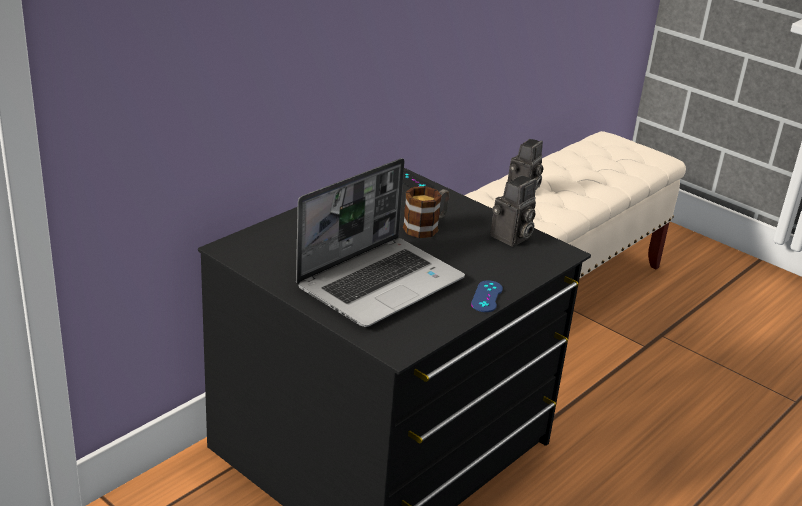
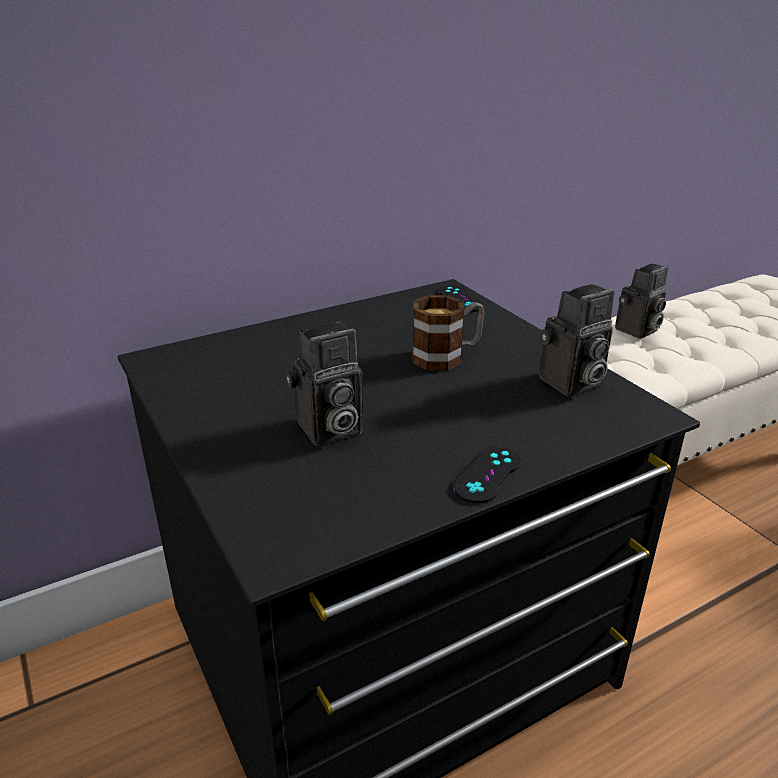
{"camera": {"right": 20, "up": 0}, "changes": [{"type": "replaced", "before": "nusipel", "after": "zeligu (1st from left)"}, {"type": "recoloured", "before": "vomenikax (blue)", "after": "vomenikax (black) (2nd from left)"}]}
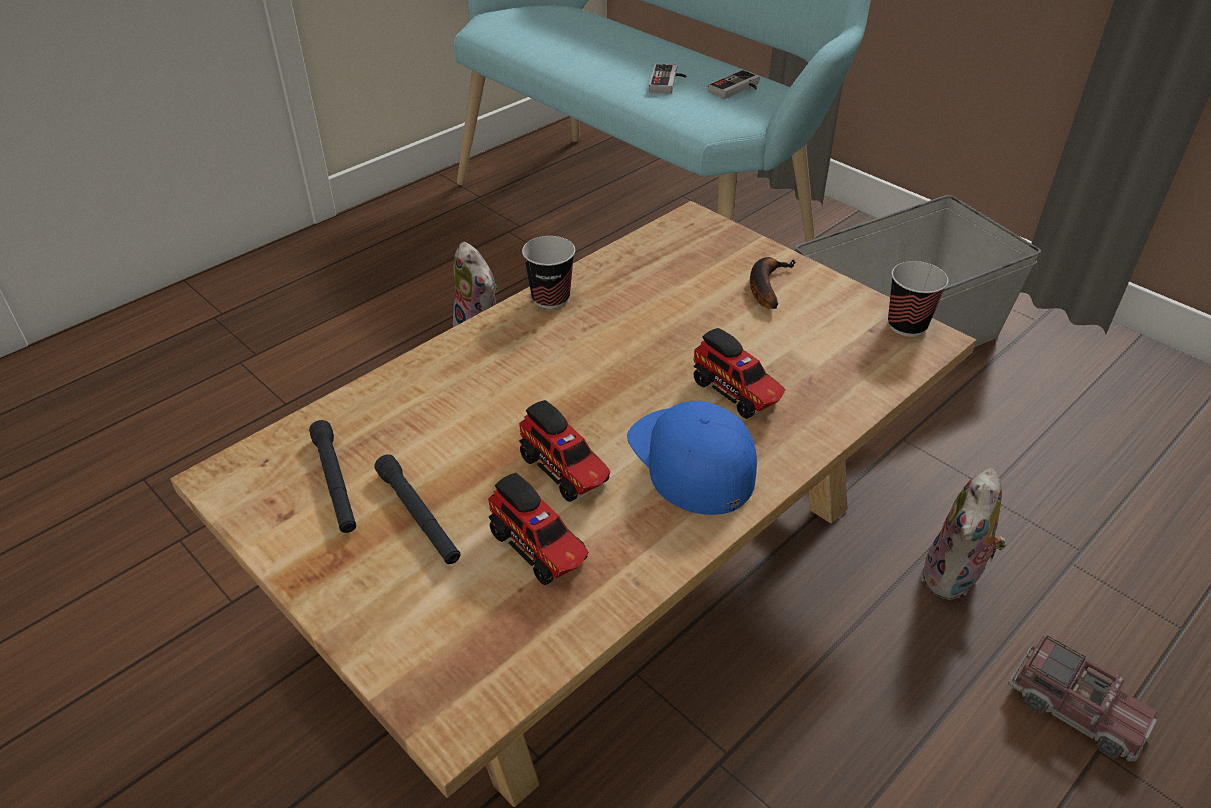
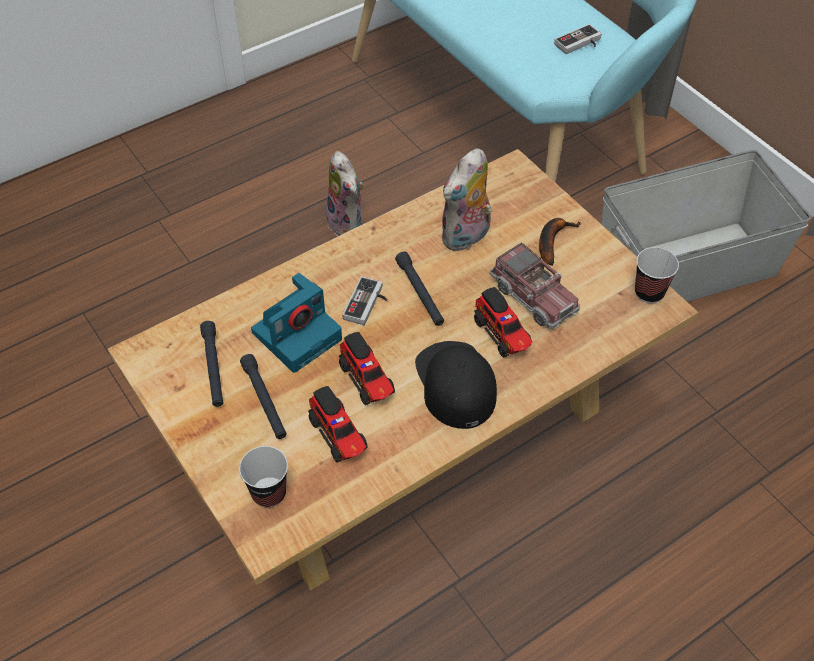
{"camera": {"right": 10, "up": 10}, "changes": [{"type": "moved", "before": "vomenikax (1st from left)"}, {"type": "moved", "before": "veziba (1st from left)"}, {"type": "recoloured", "before": "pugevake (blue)", "after": "pugevake (black)"}, {"type": "moved", "before": "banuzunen (2nd from left)"}, {"type": "moved", "before": "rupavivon (4th from left)"}, {"type": "added", "after": "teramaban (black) (3rd from left)"}, {"type": "added", "after": "zeligu"}]}
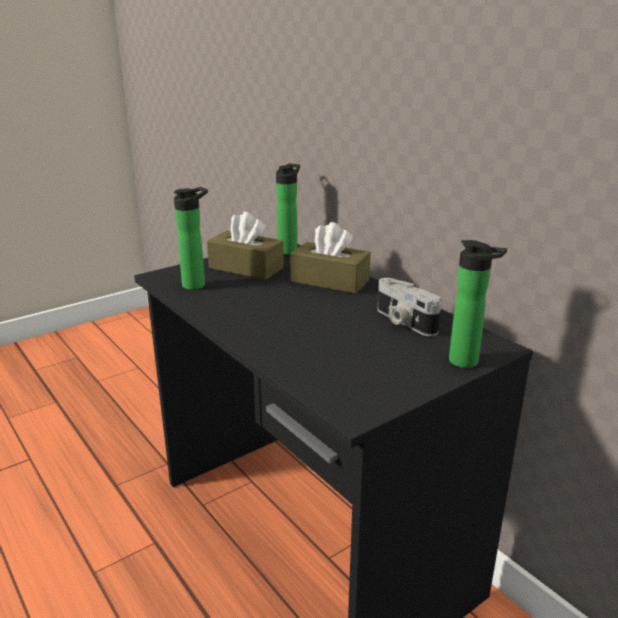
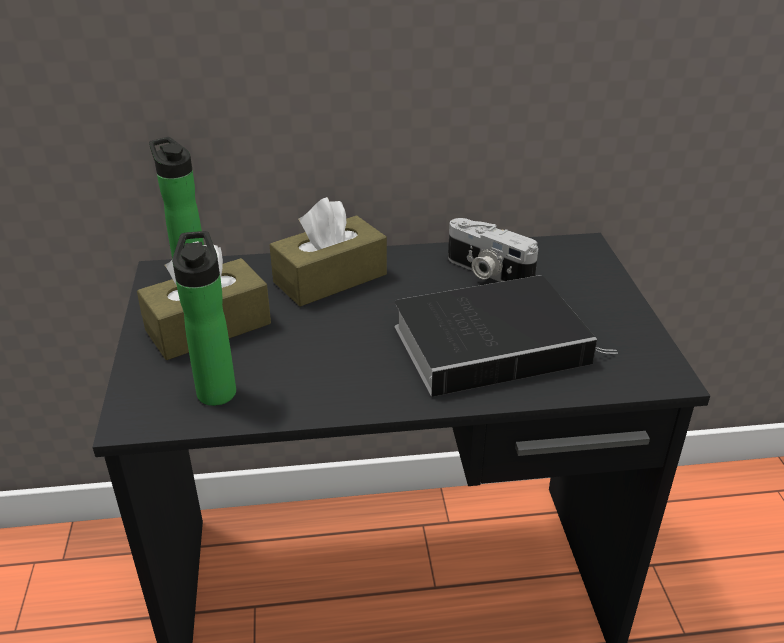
{"camera": {"right": -60, "up": 10}, "changes": [{"type": "removed", "before": "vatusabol (3rd from left)"}, {"type": "turned", "before": "zeligu", "turn": 45}, {"type": "added", "after": "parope"}]}
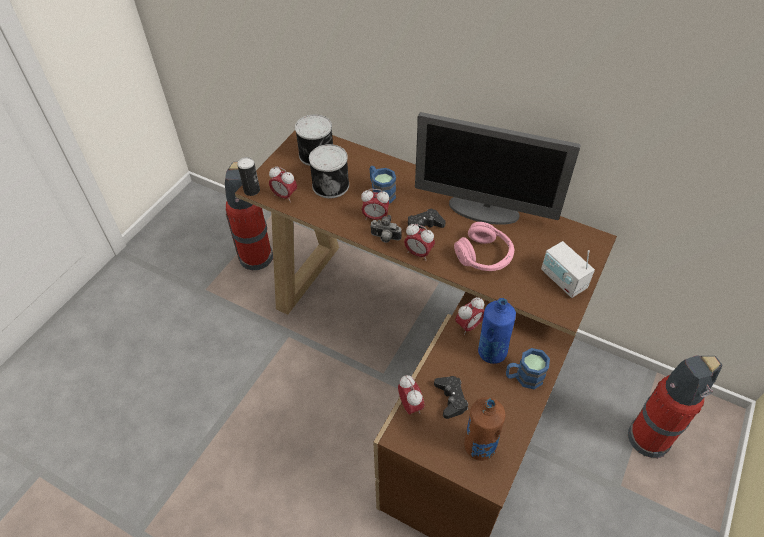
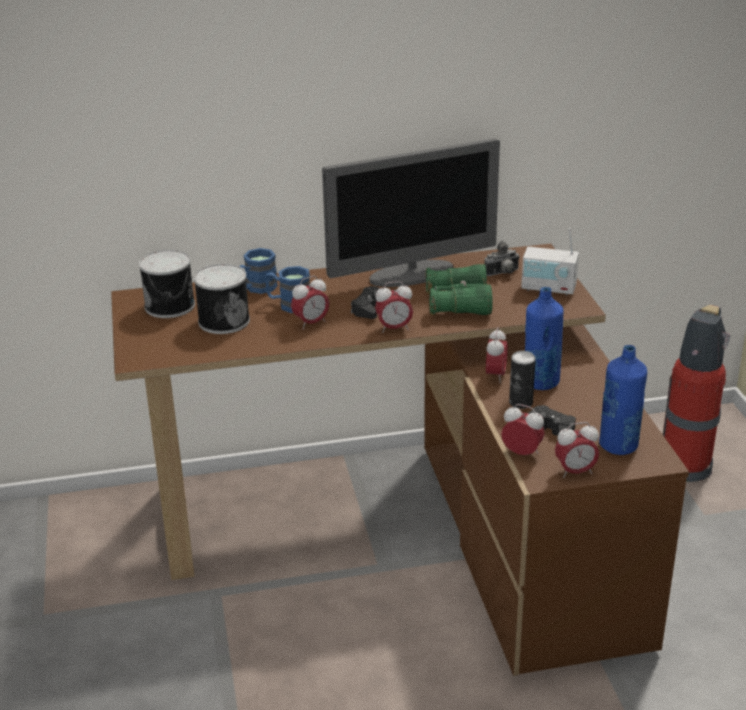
{"camera": {"right": -40, "up": -20}, "changes": [{"type": "moved", "before": "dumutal (1st from left in the first image)", "after": "dumutal (3rd from left)"}, {"type": "removed", "before": "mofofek (1st from left)"}, {"type": "moved", "before": "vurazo (1st from left in the first image)", "after": "vurazo (5th from left)"}, {"type": "moved", "before": "zeligu"}, {"type": "replaced", "before": "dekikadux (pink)", "after": "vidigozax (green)"}, {"type": "moved", "before": "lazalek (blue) (2nd from left in the first image)", "after": "lazalek (blue) (1st from left)"}, {"type": "recoloured", "before": "vatusabol (brown)", "after": "vatusabol (blue) (2nd from left)"}]}
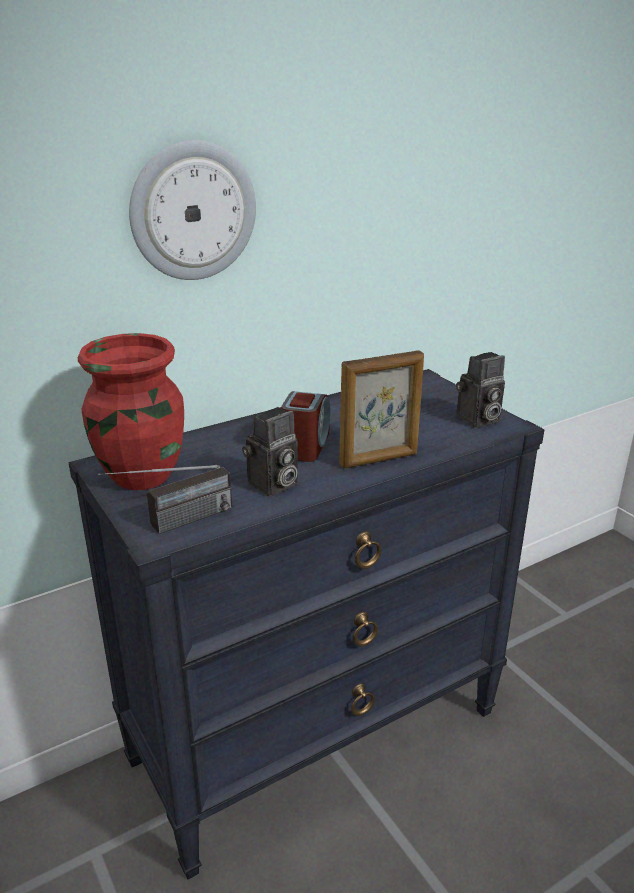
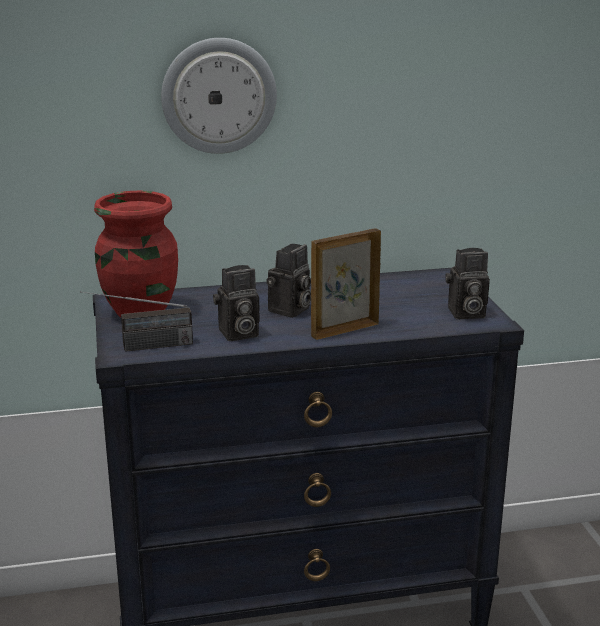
{"camera": {"right": 20, "up": -5}, "changes": [{"type": "turned", "before": "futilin", "turn": 150}, {"type": "replaced", "before": "vurazo", "after": "zeligu (2nd from left)"}]}
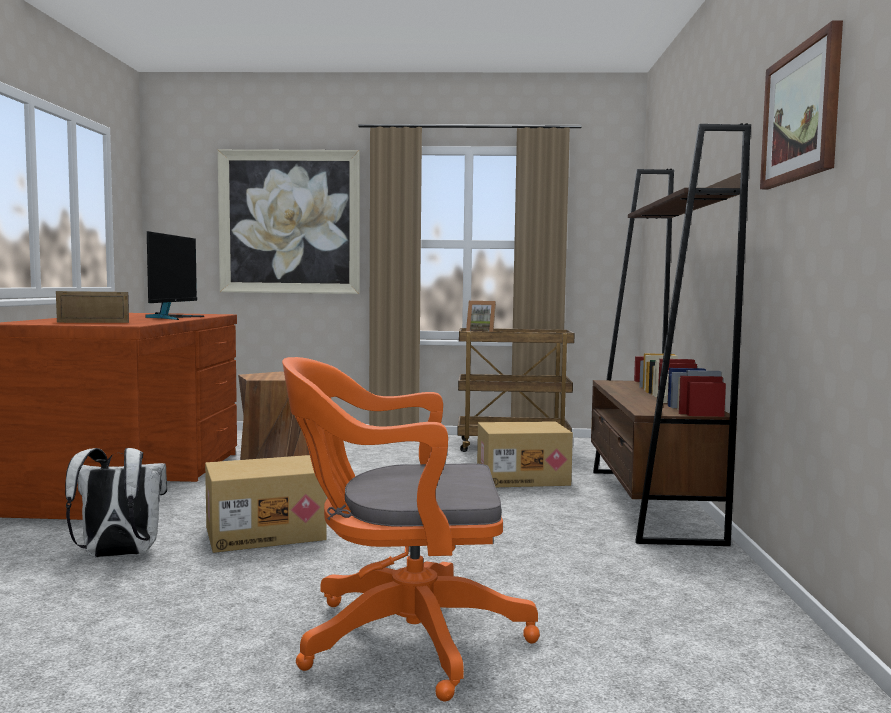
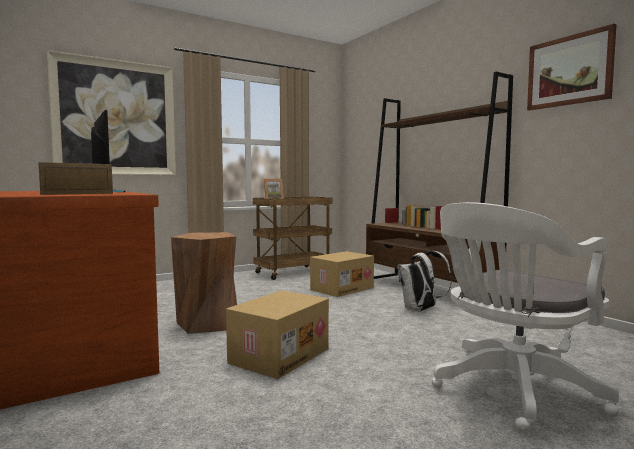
{"camera": {"right": -35, "up": 0}, "changes": [{"type": "recoloured", "before": "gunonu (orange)", "after": "gunonu (white)"}, {"type": "moved", "before": "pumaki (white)"}]}
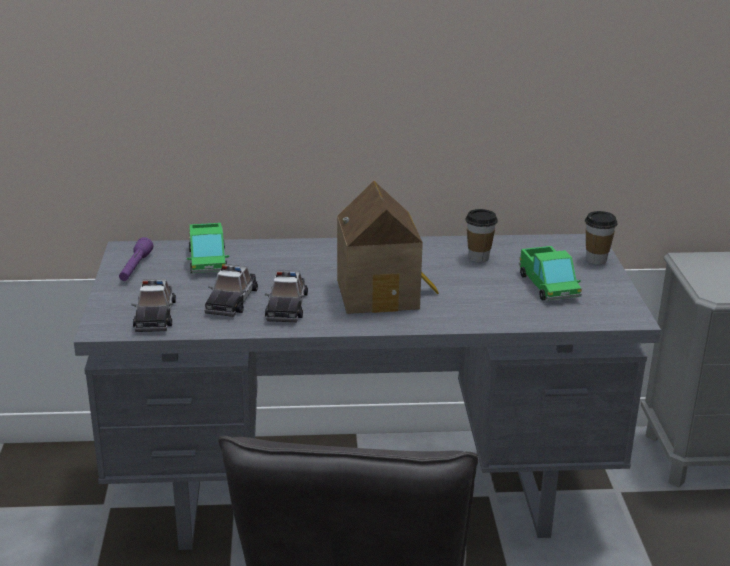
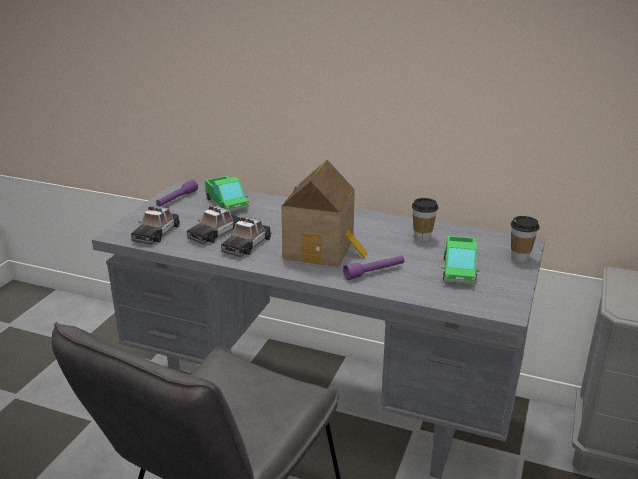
{"camera": {"right": 25, "up": 0}, "changes": [{"type": "turned", "before": "rupavivon (1st from left)", "turn": -45}, {"type": "added", "after": "teramaban (purple) (2nd from left)"}]}
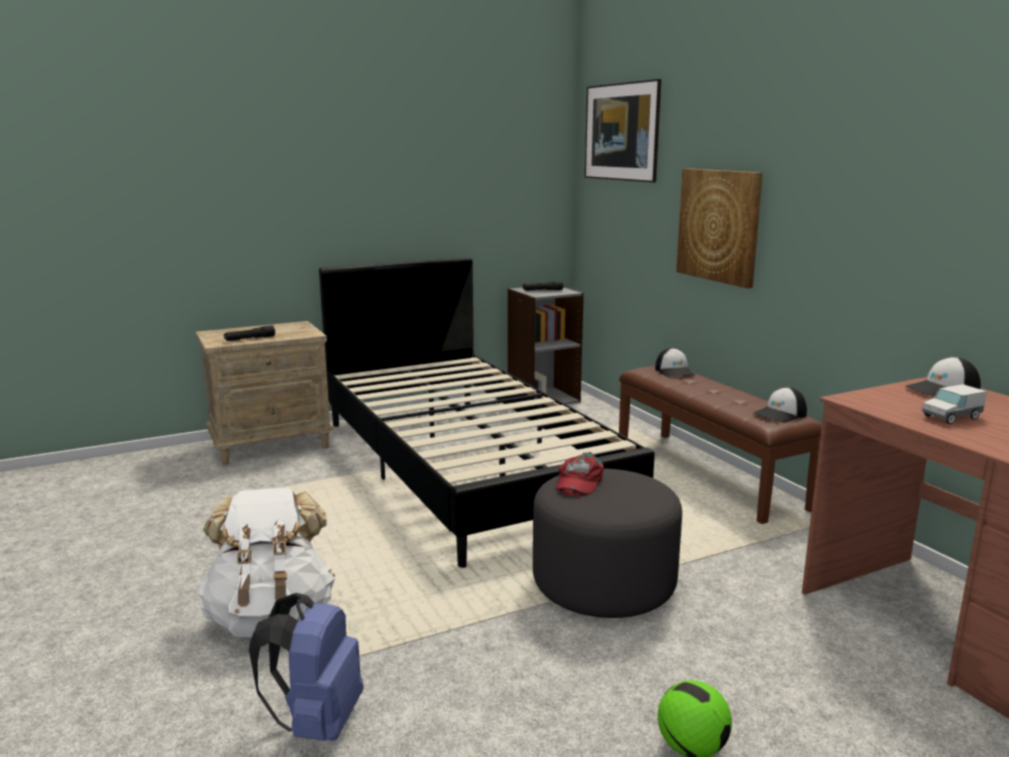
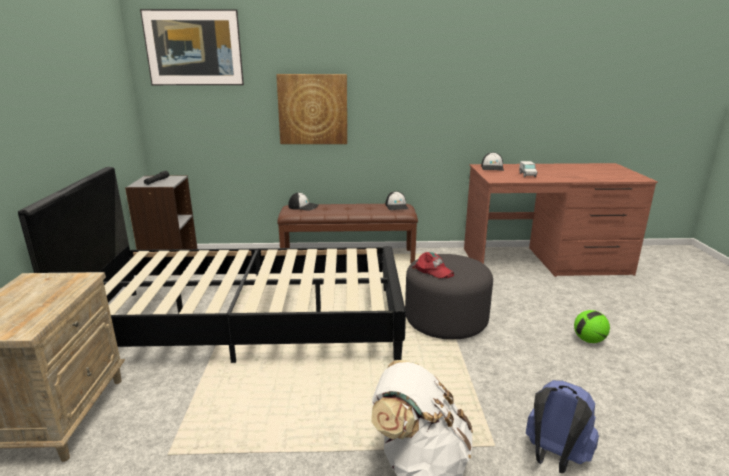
{"camera": {"right": -65, "up": 5}, "changes": [{"type": "removed", "before": "teramaban (black) (1st from left)"}]}
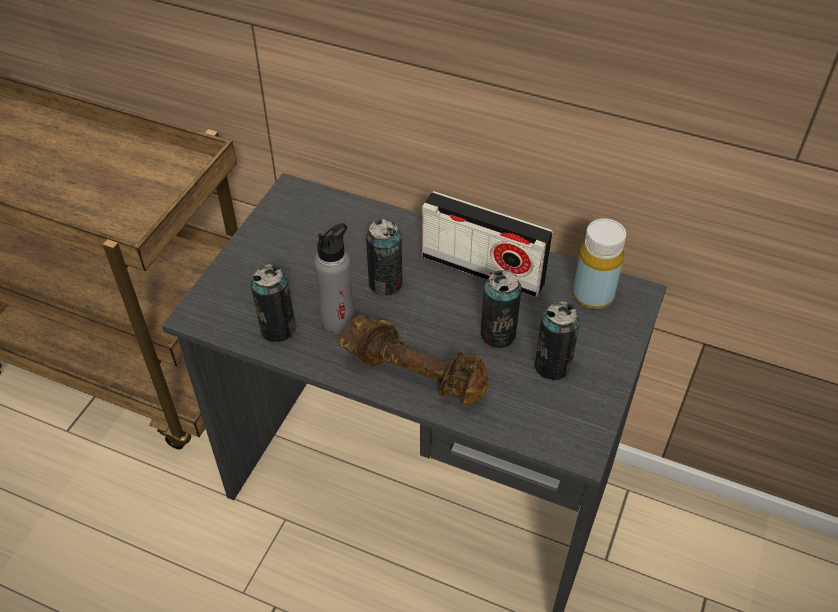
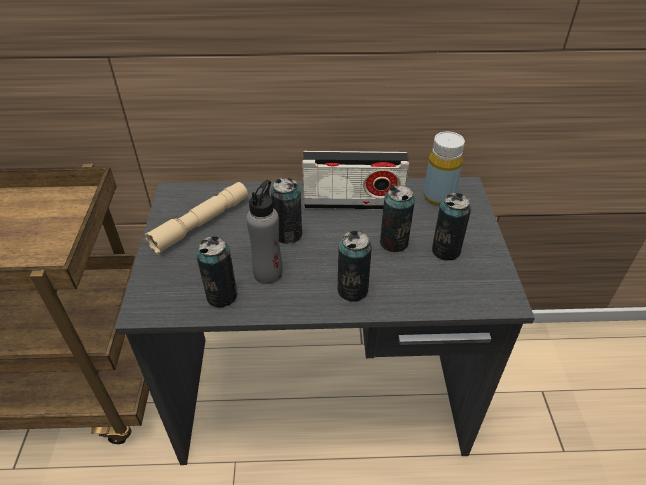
{"camera": {"right": -25, "up": -5}, "changes": [{"type": "replaced", "before": "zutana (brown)", "after": "dumutal (3rd from left)"}, {"type": "added", "after": "teramaban (beige)"}]}
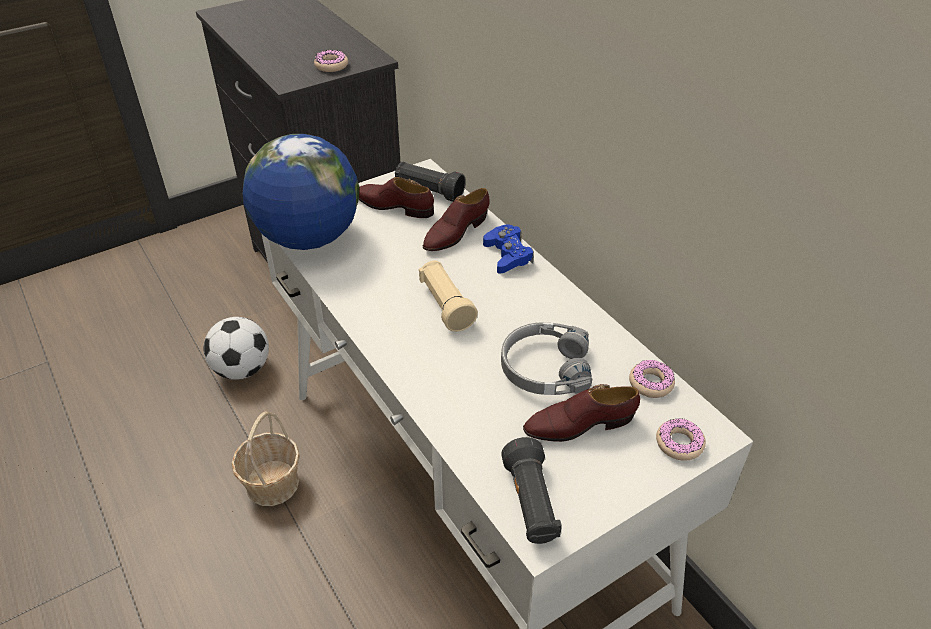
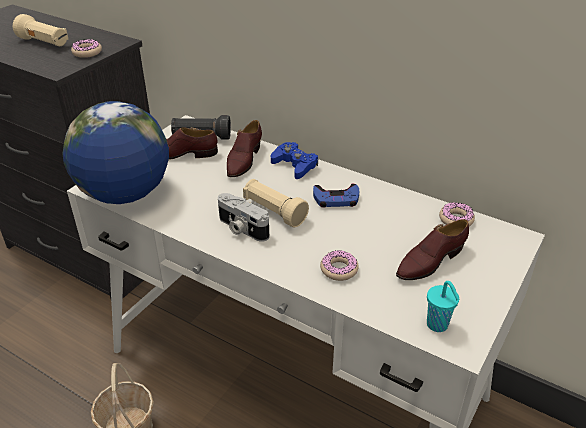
{"camera": {"right": -25, "up": -5}, "changes": [{"type": "removed", "before": "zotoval"}, {"type": "removed", "before": "dekikadux (grey)"}, {"type": "moved", "before": "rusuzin (3rd from left in the first image)", "after": "rusuzin (2nd from left)"}, {"type": "replaced", "before": "teramaban (black) (2nd from left)", "after": "veziba (turquoise)"}, {"type": "added", "after": "teramaban (beige) (1st from left)"}, {"type": "added", "after": "vomenikax (blue) (2nd from left)"}, {"type": "added", "after": "zeligu"}]}
